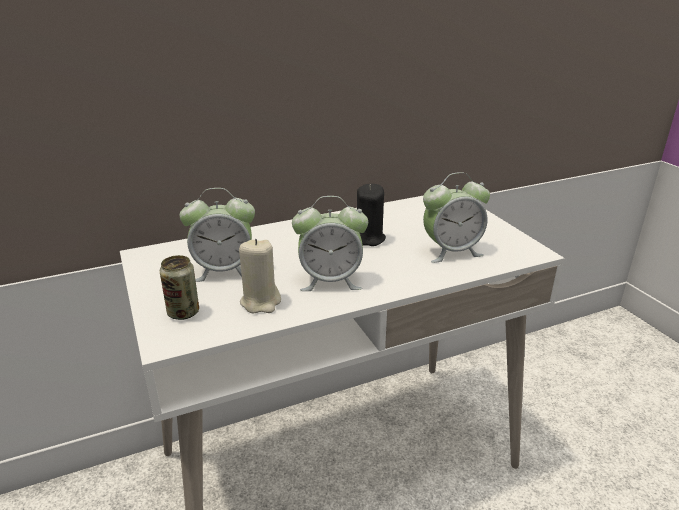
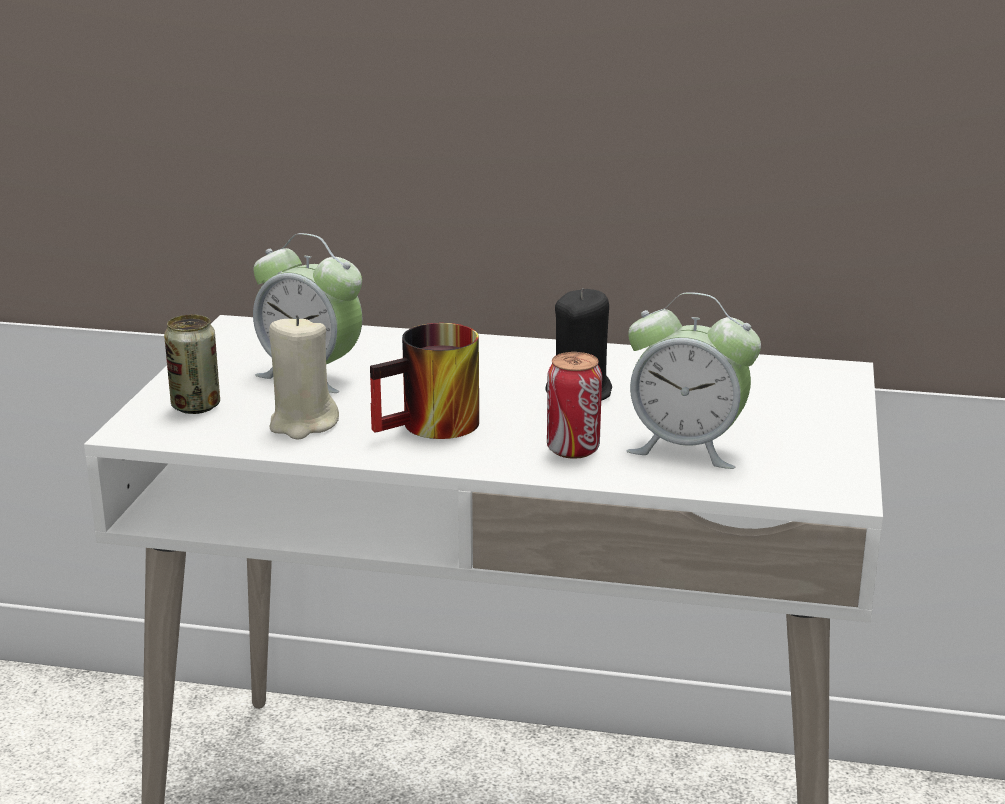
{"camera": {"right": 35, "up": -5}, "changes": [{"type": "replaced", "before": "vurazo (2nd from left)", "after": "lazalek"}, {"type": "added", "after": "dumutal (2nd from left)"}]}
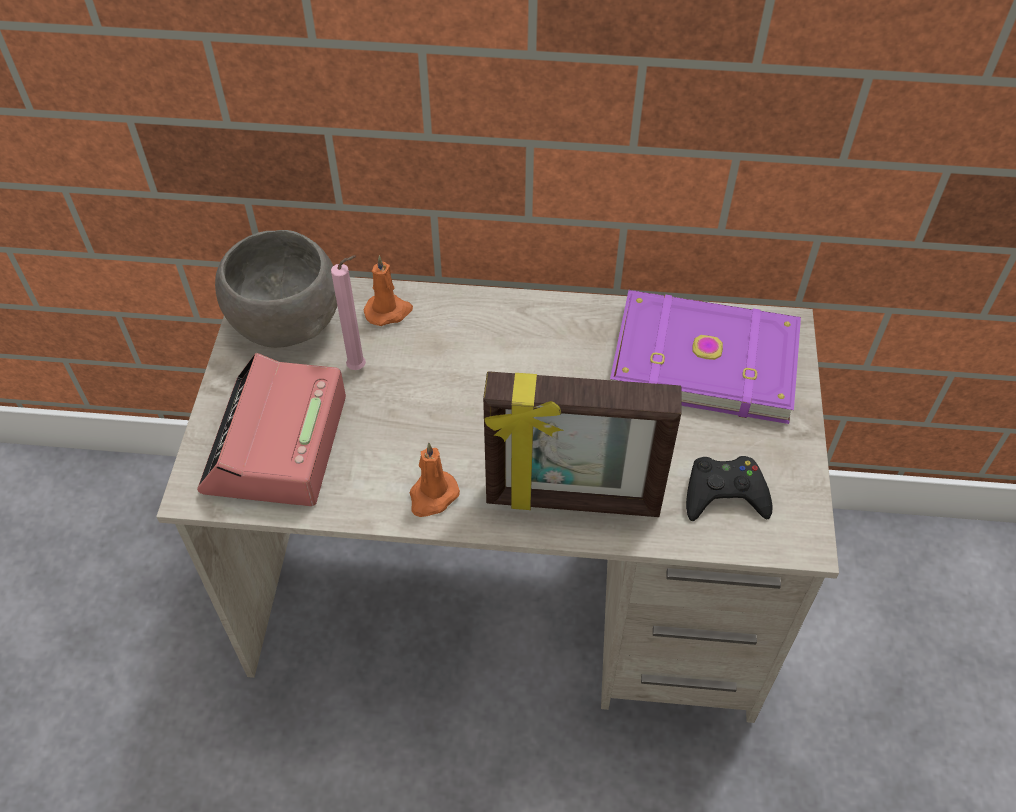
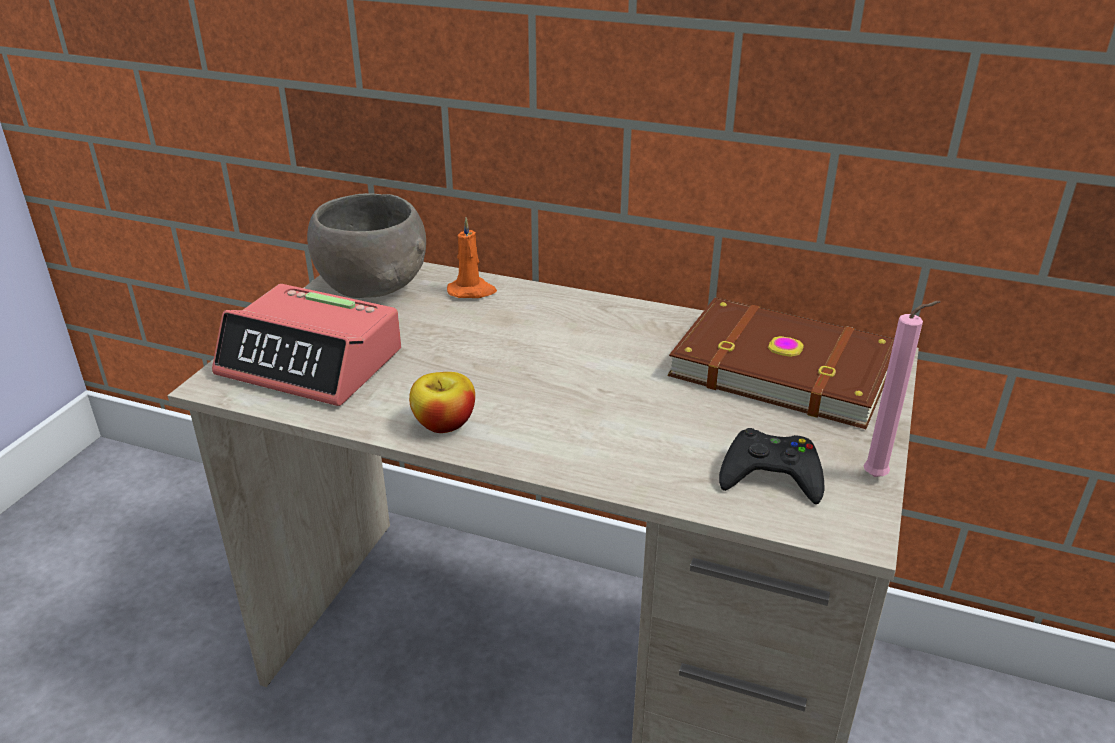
{"camera": {"right": 15, "up": -20}, "changes": [{"type": "moved", "before": "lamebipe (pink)"}, {"type": "recoloured", "before": "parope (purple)", "after": "parope (brown)"}, {"type": "turned", "before": "vurazo", "turn": -90}, {"type": "removed", "before": "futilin"}, {"type": "replaced", "before": "lamebipe (orange) (2nd from left)", "after": "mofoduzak"}]}
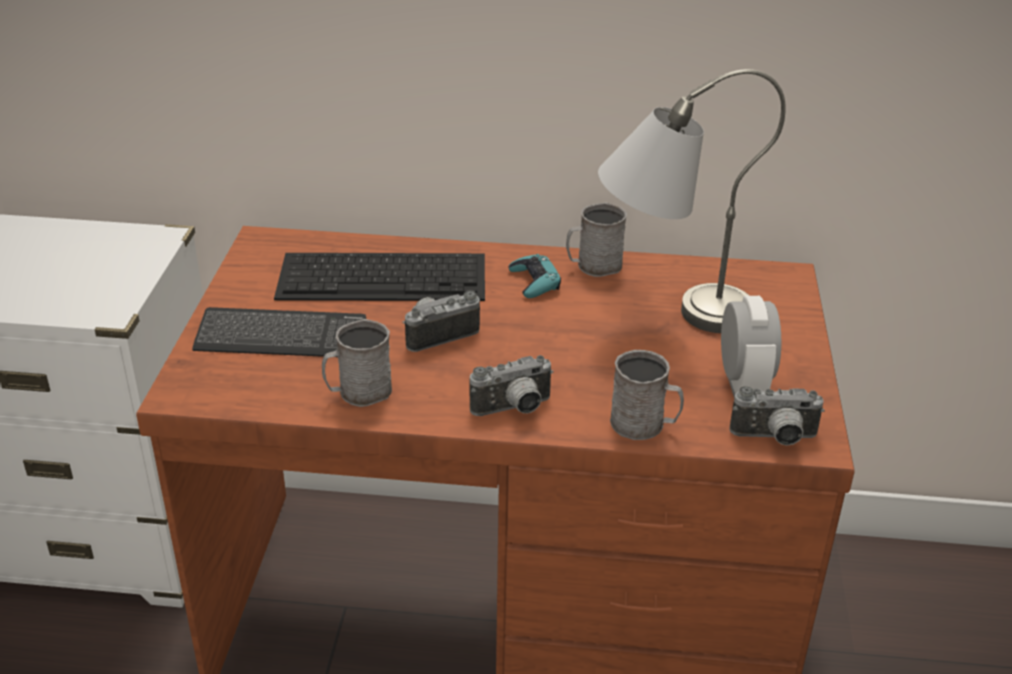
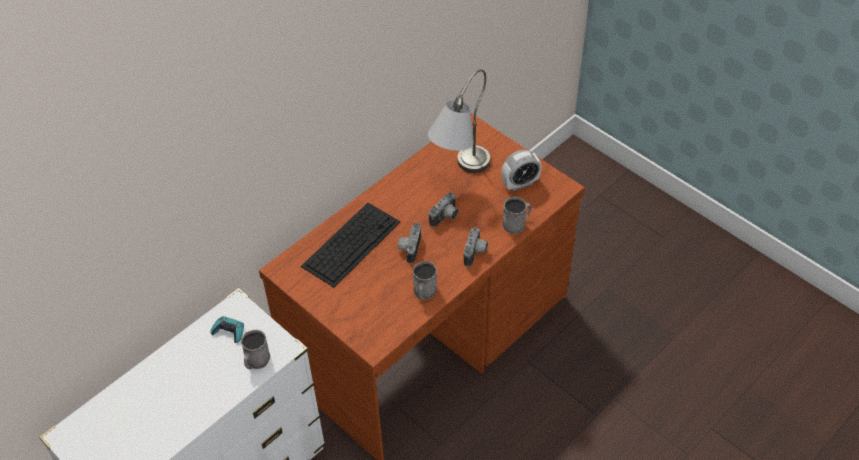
{"camera": {"right": -50, "up": 15}, "changes": [{"type": "moved", "before": "lazalek (grey) (2nd from left in the first image)", "after": "lazalek (grey) (1st from left)"}, {"type": "moved", "before": "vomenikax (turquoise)"}, {"type": "turned", "before": "vurazo", "turn": 120}, {"type": "removed", "before": "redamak (1st from left)"}, {"type": "moved", "before": "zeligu (3rd from left in the first image)", "after": "zeligu (2nd from left)"}]}
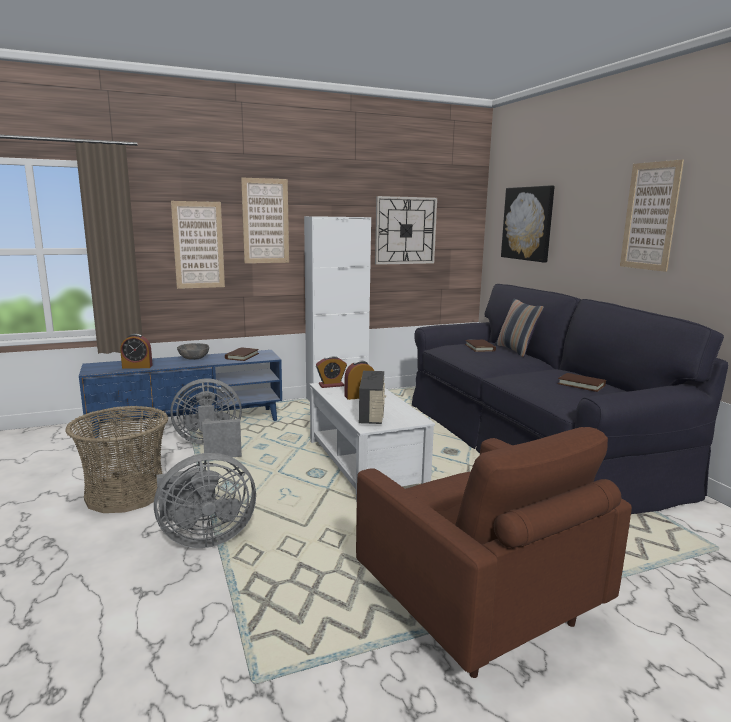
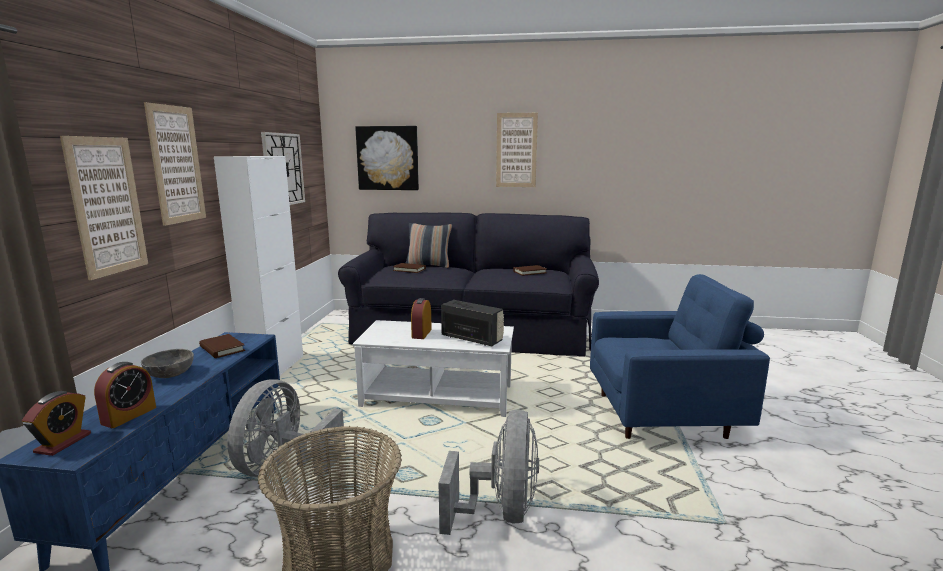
{"camera": {"right": -60, "up": 0}, "changes": [{"type": "moved", "before": "vurazo (2nd from left in the first image)", "after": "vurazo (1st from left)"}, {"type": "recoloured", "before": "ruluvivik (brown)", "after": "ruluvivik (blue)"}]}
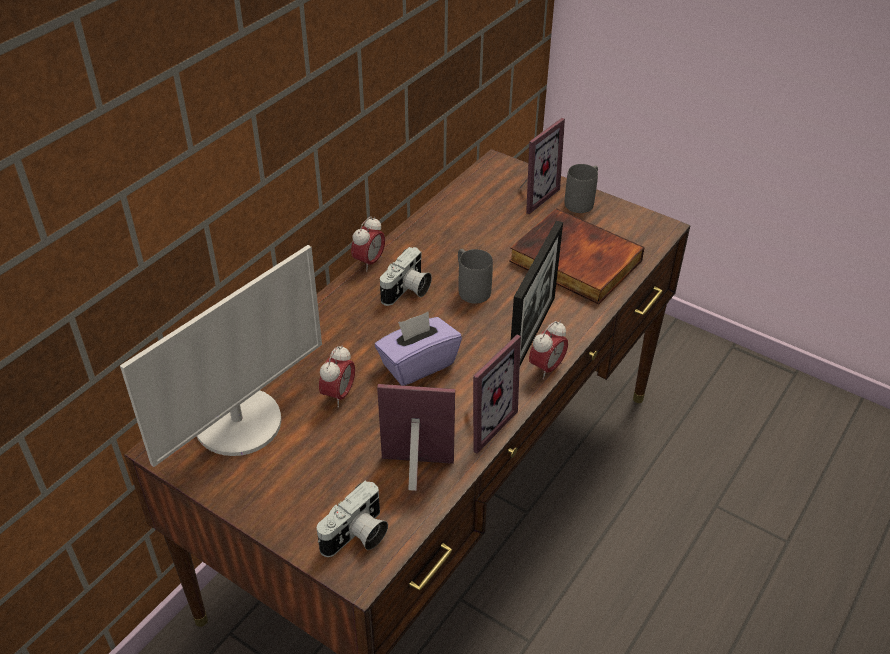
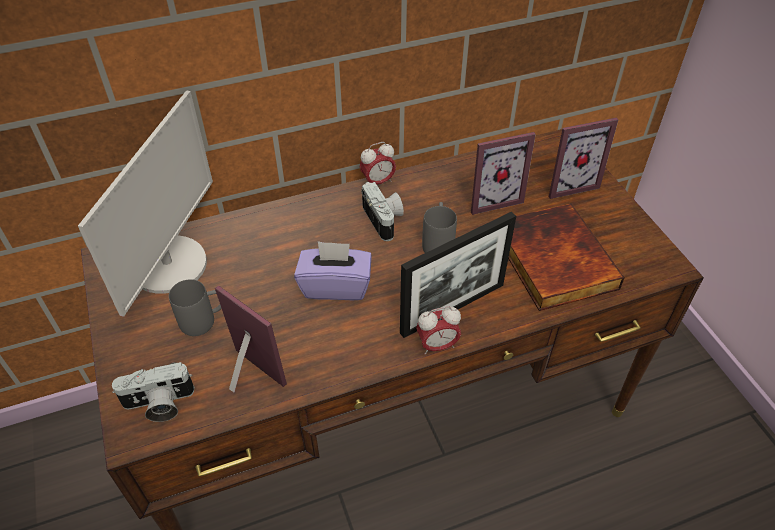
{"camera": {"right": 35, "up": 5}, "changes": [{"type": "moved", "before": "lazalek (grey) (2nd from left in the first image)", "after": "lazalek (grey) (1st from left)"}, {"type": "turned", "before": "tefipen", "turn": -60}, {"type": "turned", "before": "zeligu (2nd from left)", "turn": -90}, {"type": "moved", "before": "futilin (2nd from left in the first image)", "after": "futilin (3rd from left)"}, {"type": "removed", "before": "vurazo (1st from left)"}]}
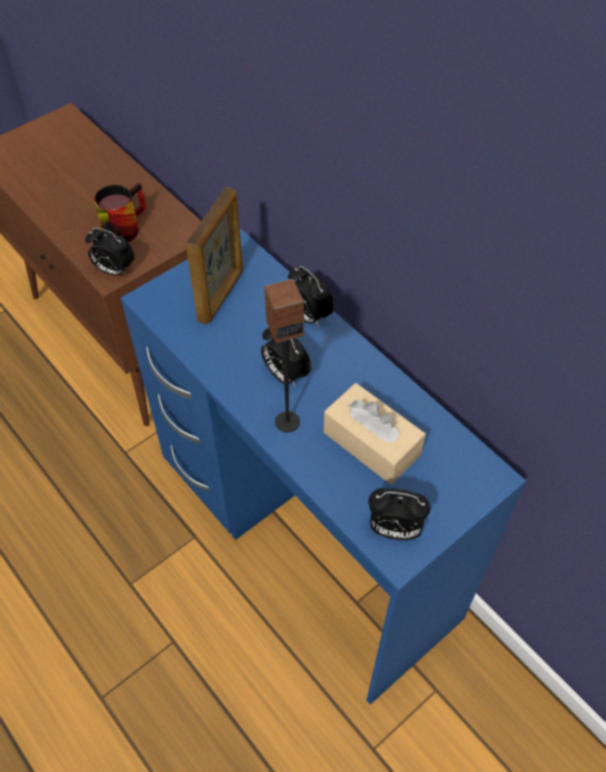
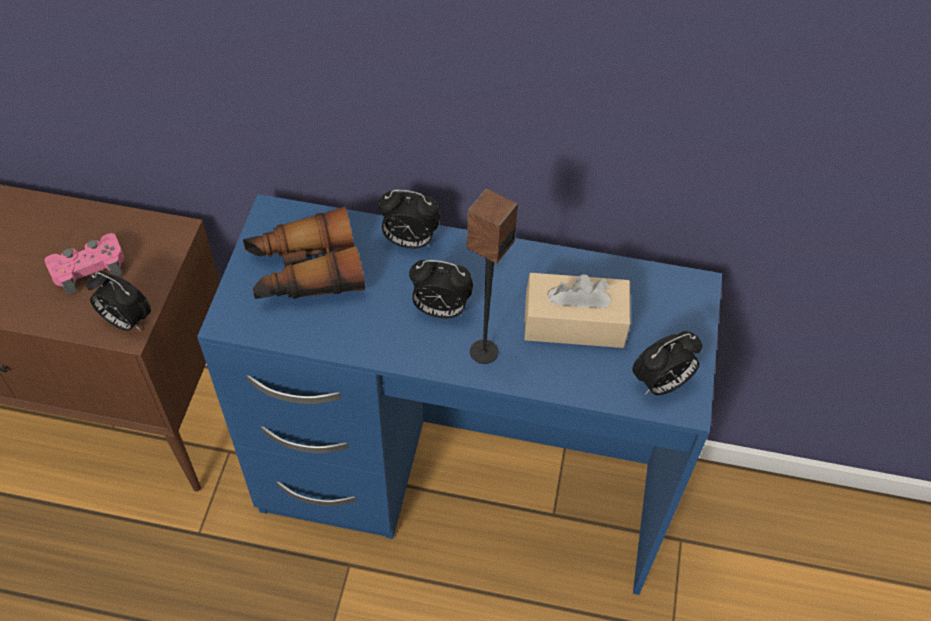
{"camera": {"right": -40, "up": 0}, "changes": [{"type": "replaced", "before": "lazalek", "after": "vomenikax (pink)"}, {"type": "replaced", "before": "futilin", "after": "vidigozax"}, {"type": "turned", "before": "vurazo (1st from left)", "turn": 45}]}
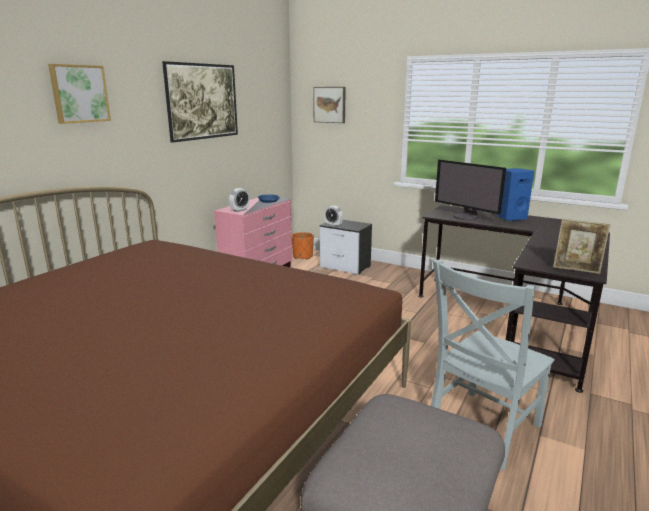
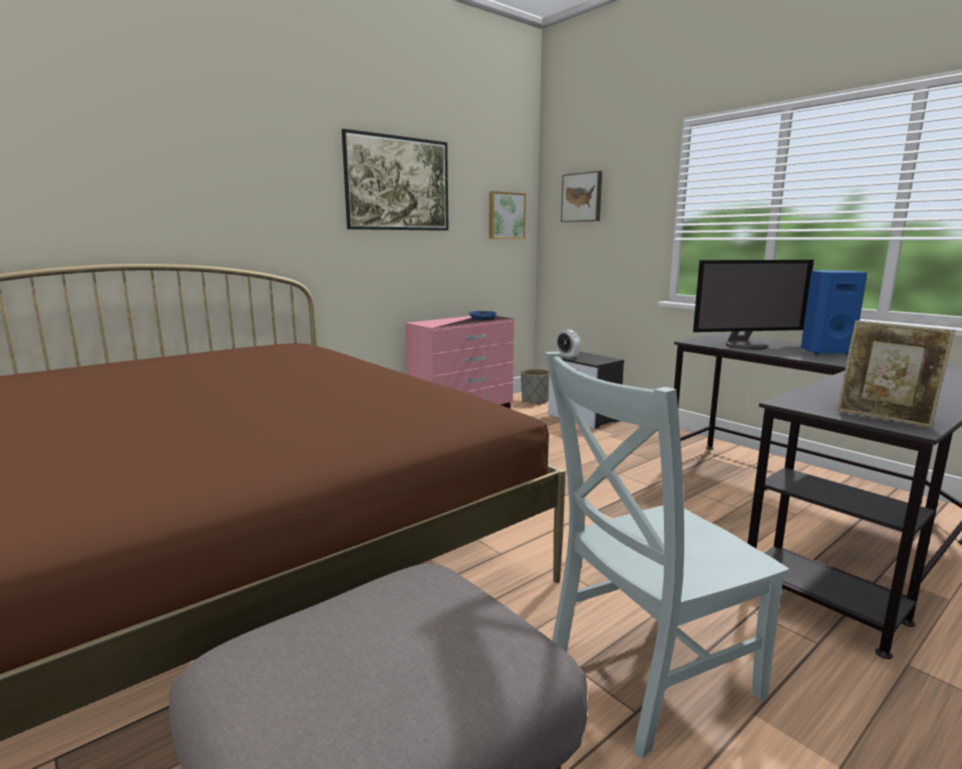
{"camera": {"right": 20, "up": -5}, "changes": [{"type": "moved", "before": "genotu (1st from left in the first image)", "after": "genotu (2nd from left)"}, {"type": "turned", "before": "tefipen", "turn": -75}, {"type": "removed", "before": "vurazo (1st from left)"}, {"type": "recoloured", "before": "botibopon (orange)", "after": "botibopon (grey)"}]}
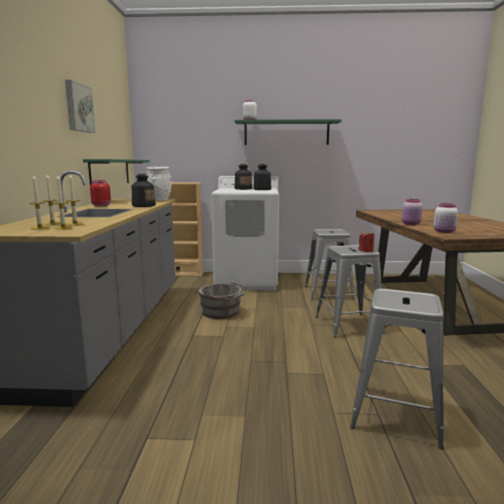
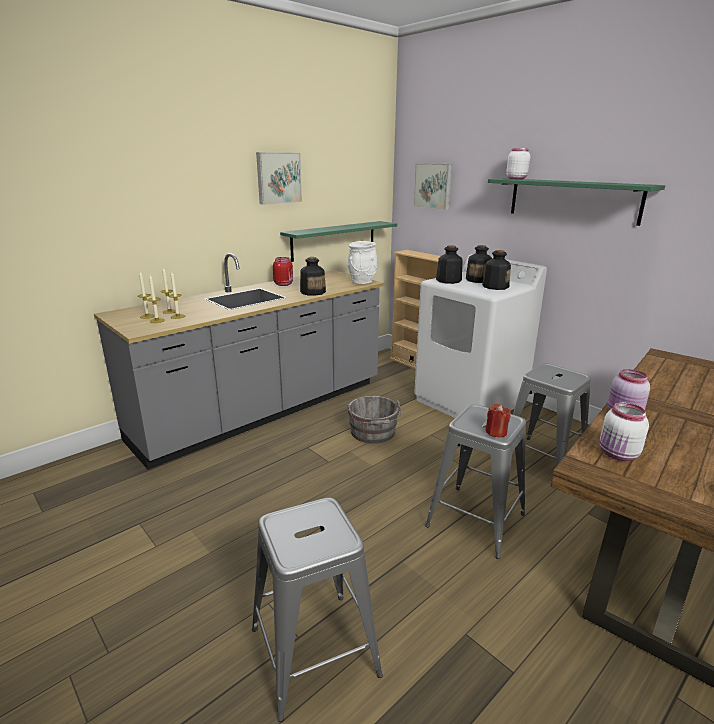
{"camera": {"right": 45, "up": 10}, "changes": [{"type": "added", "after": "genotu (2nd from left)"}, {"type": "added", "after": "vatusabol (2nd from left)"}]}
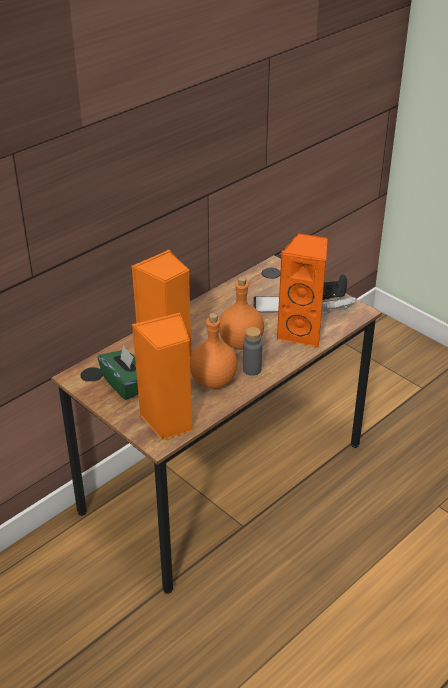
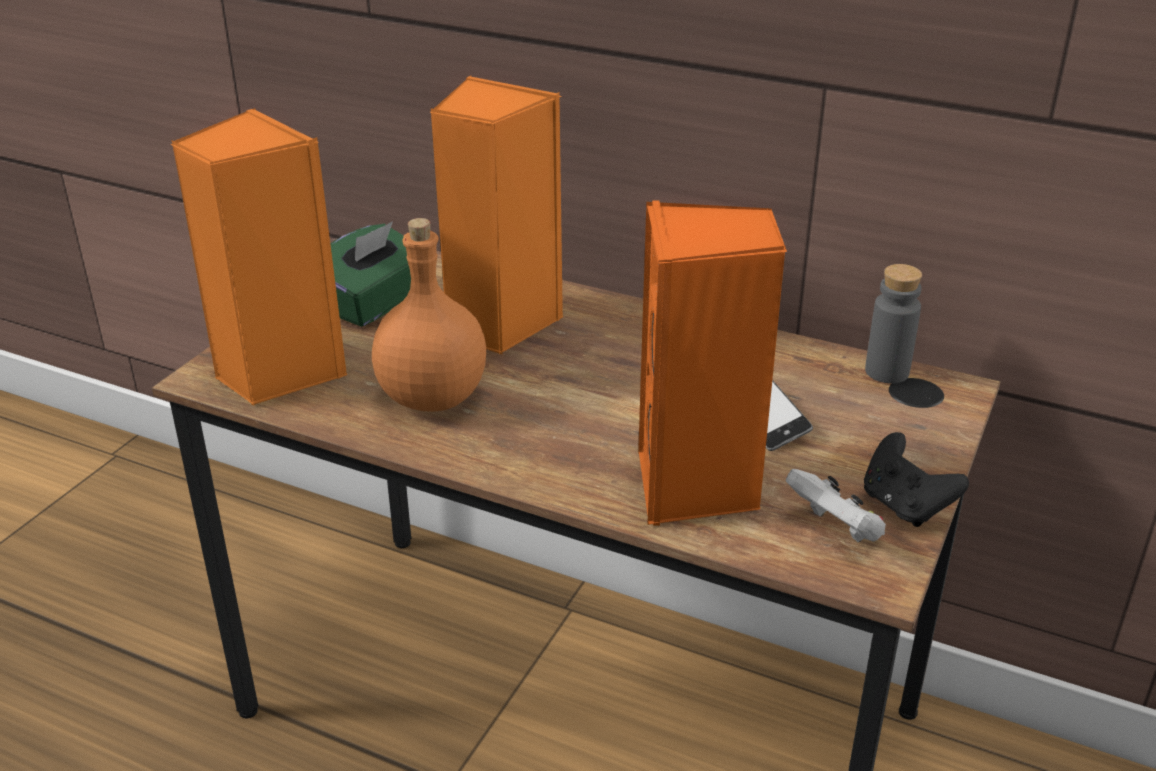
{"camera": {"right": 70, "up": -5}, "changes": [{"type": "removed", "before": "vatusabol (orange) (2nd from left)"}, {"type": "moved", "before": "vatusabol (grey)"}]}
